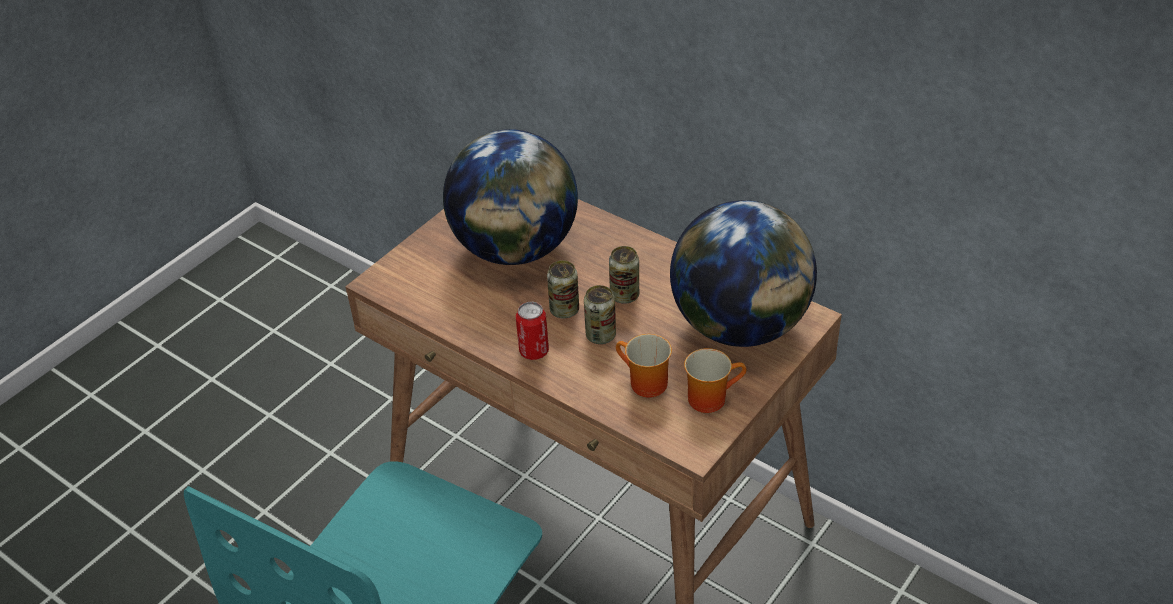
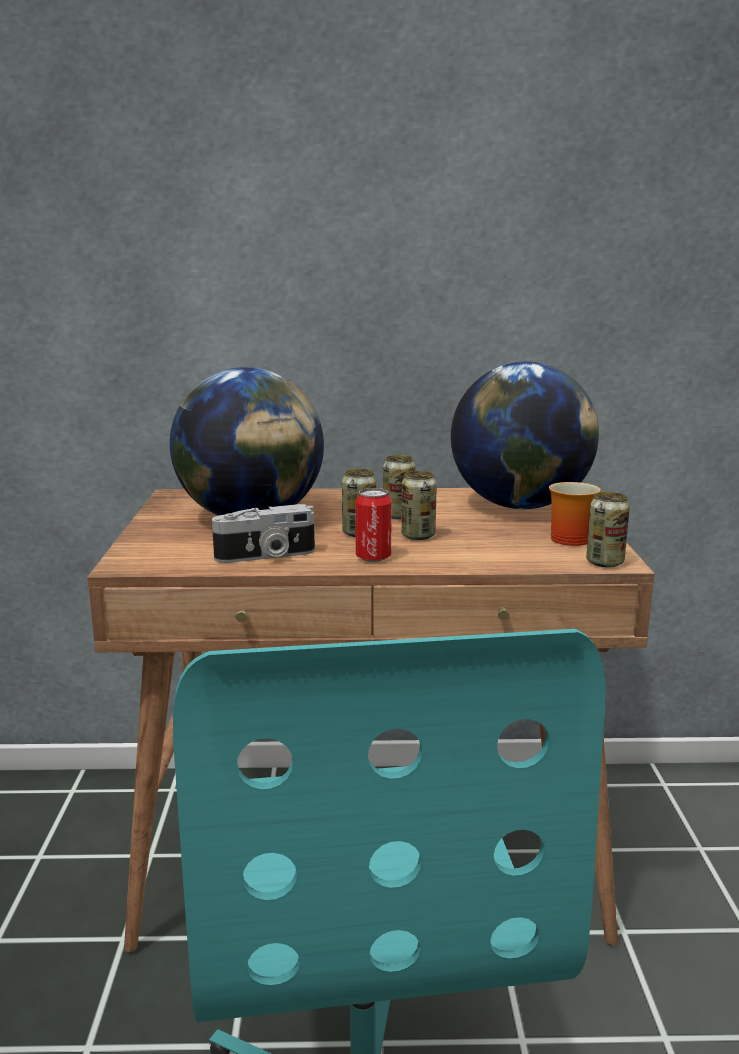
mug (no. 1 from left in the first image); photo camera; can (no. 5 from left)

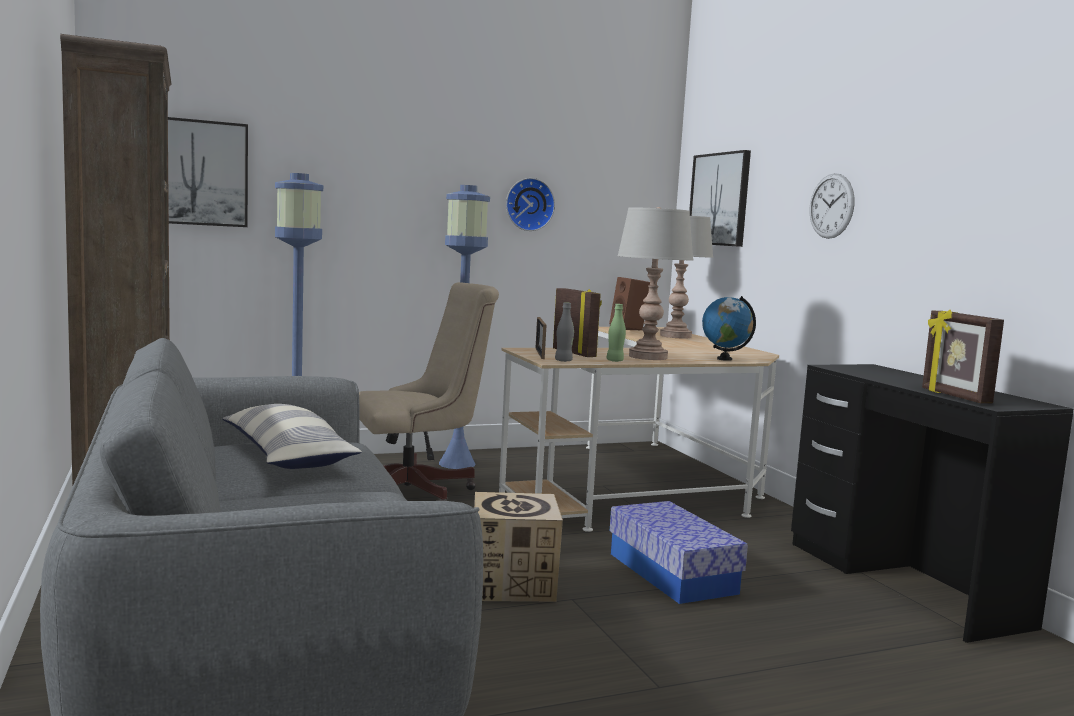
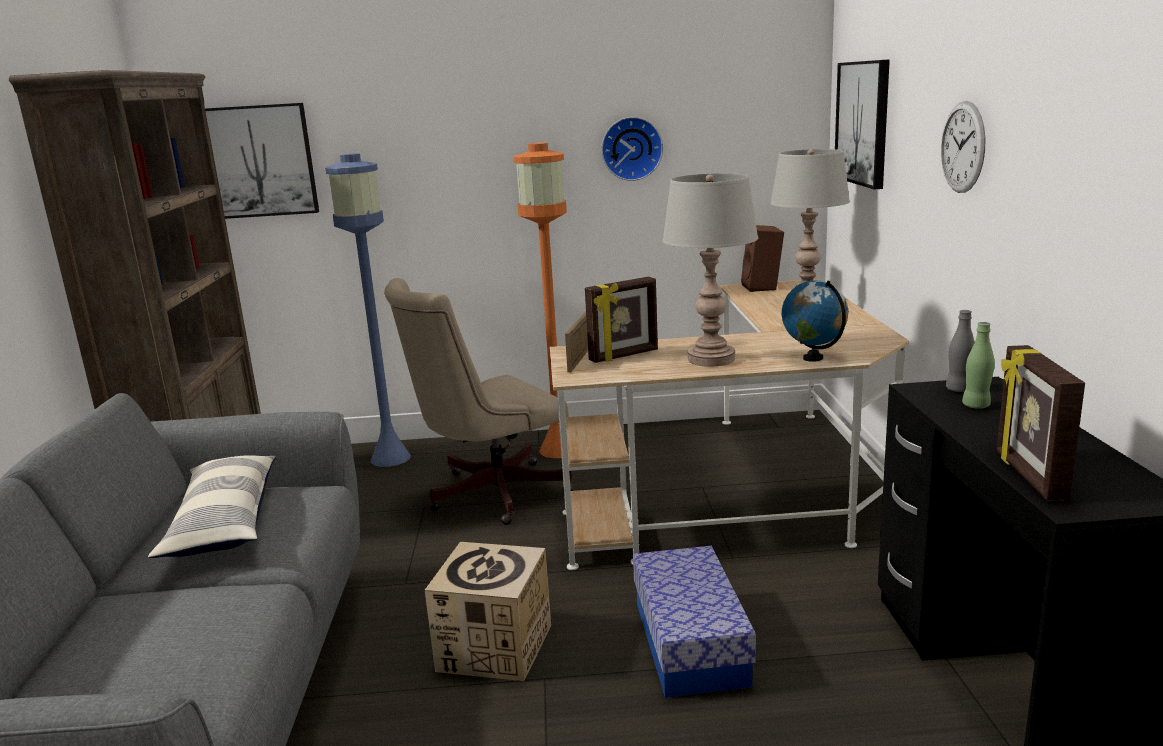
beige office chair; orange floor lamp; picture frame (no. 2 from left); grey bottle; green bottle

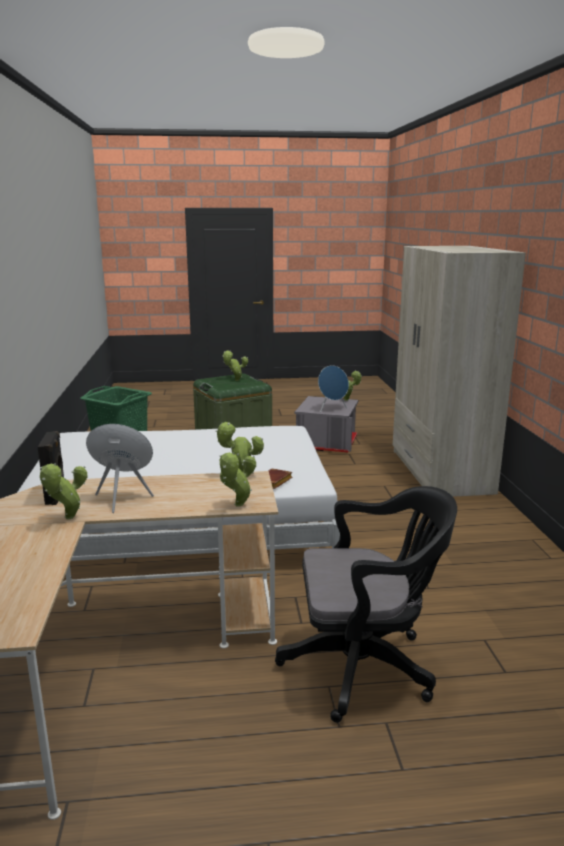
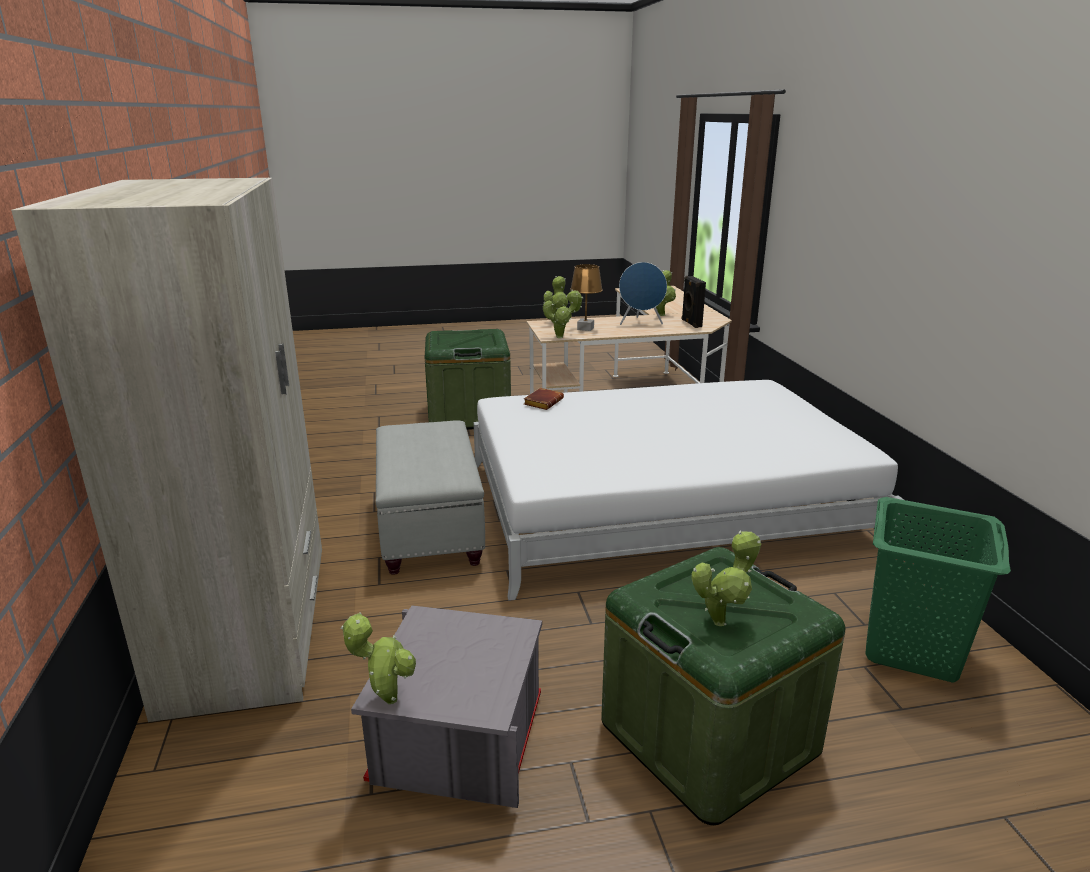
green storage box (no. 1 from left); blue speaker (no. 2 from left in the first image); grey ottoman; brown table lamp

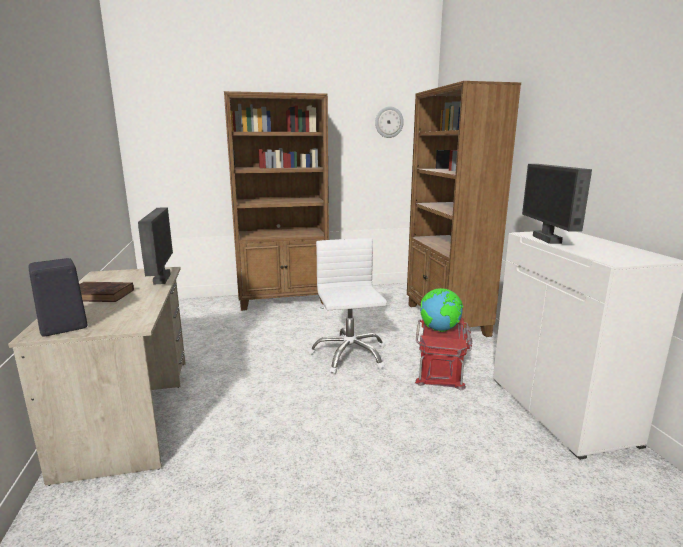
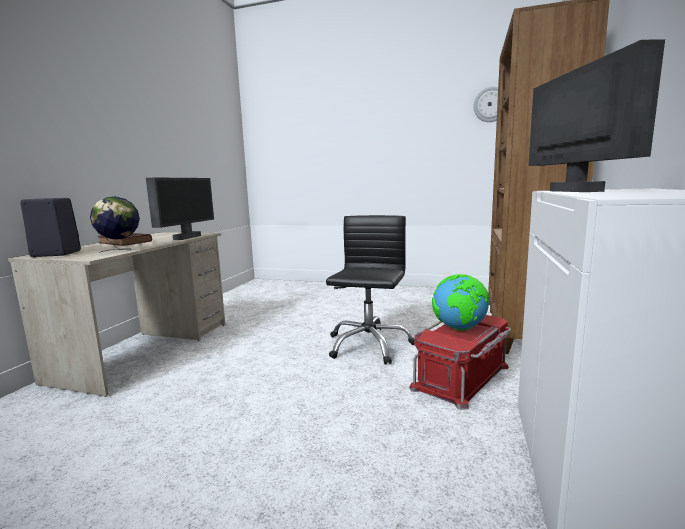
brown bookcase (no. 1 from left in the first image); black office chair; monitor (no. 2 from left); globe (no. 1 from left)

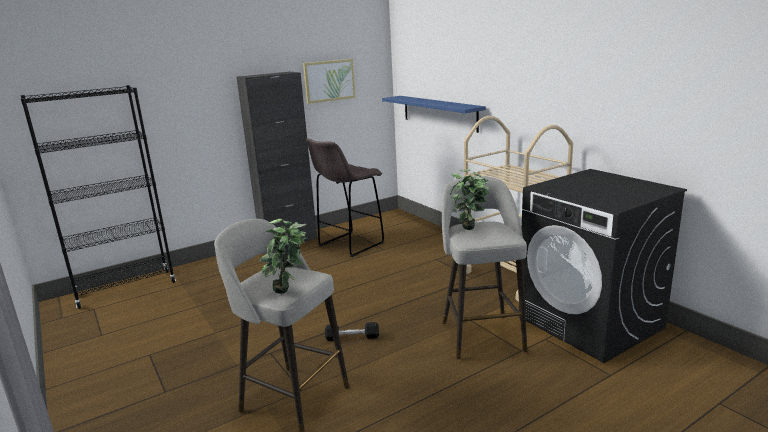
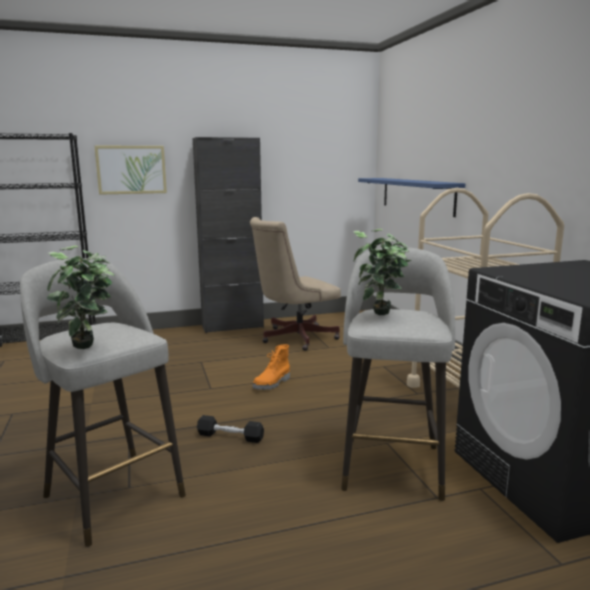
picture; beige office chair; orange boot

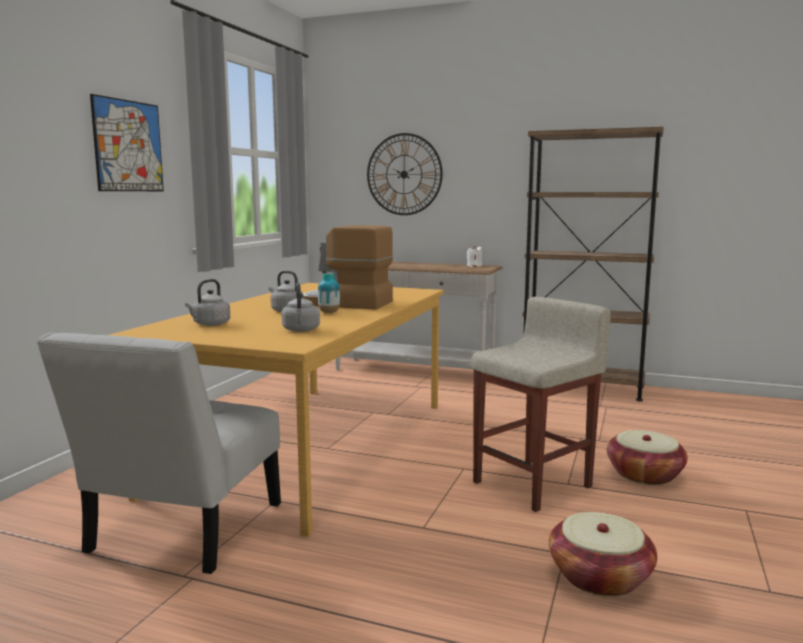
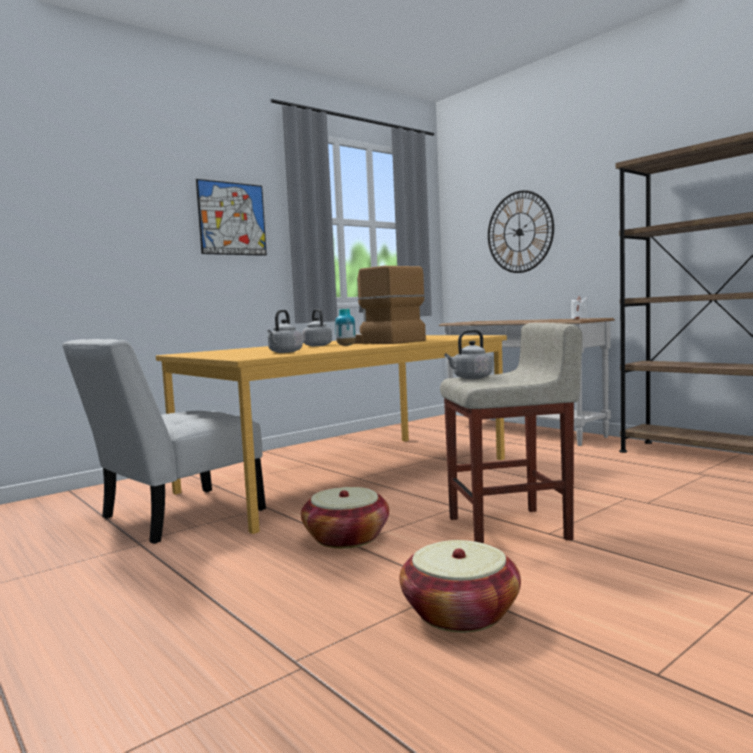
grey kettle (no. 3 from left); basket (no. 1 from left)

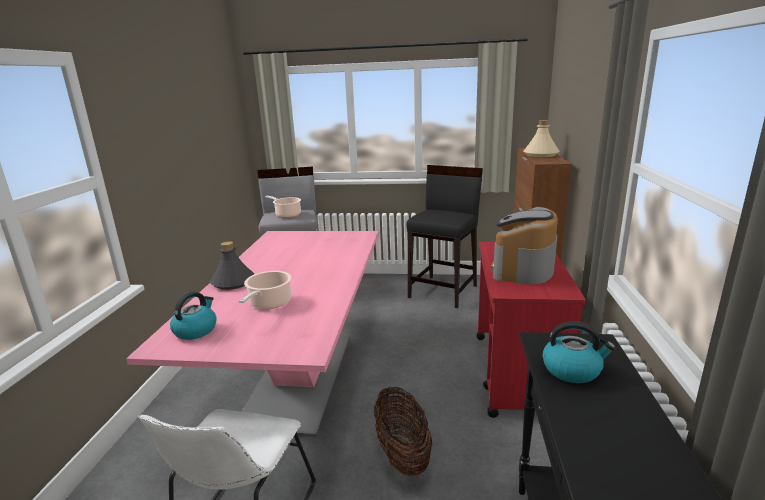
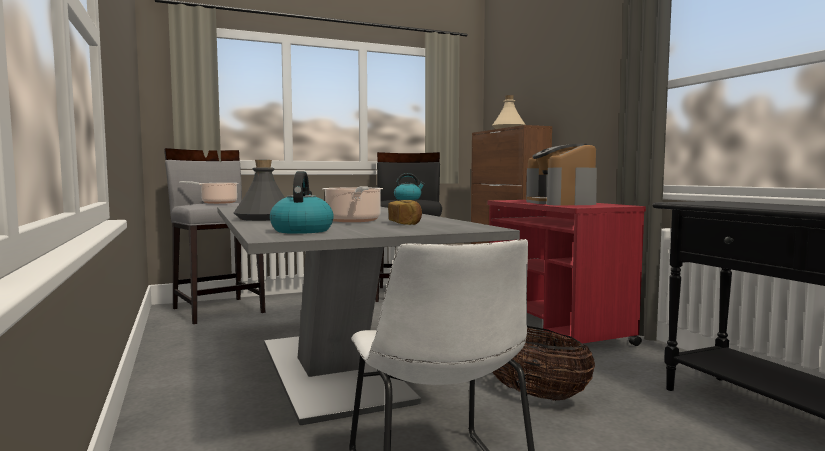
grey dining table; kettle (no. 2 from left); bread

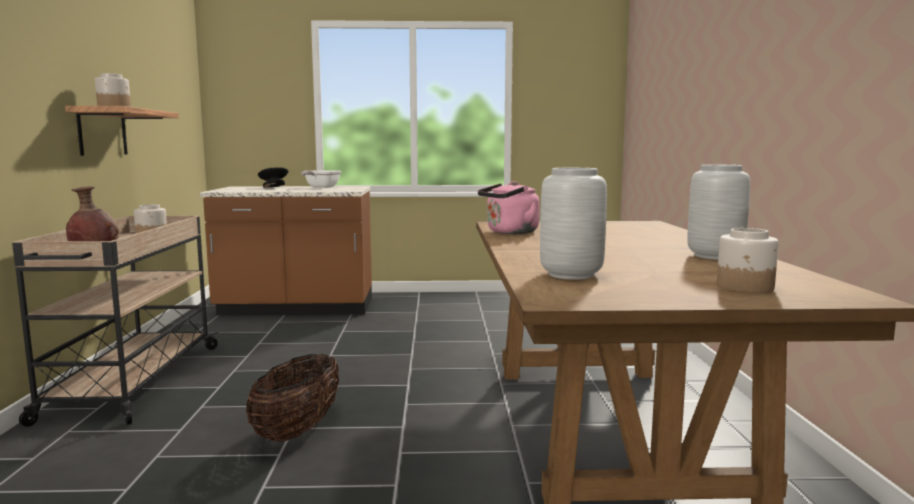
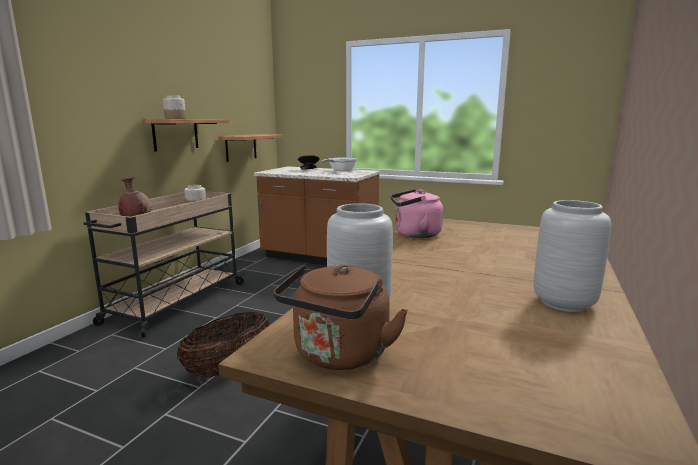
jar (no. 3 from left in the first image); shelf (no. 2 from left); brown kettle

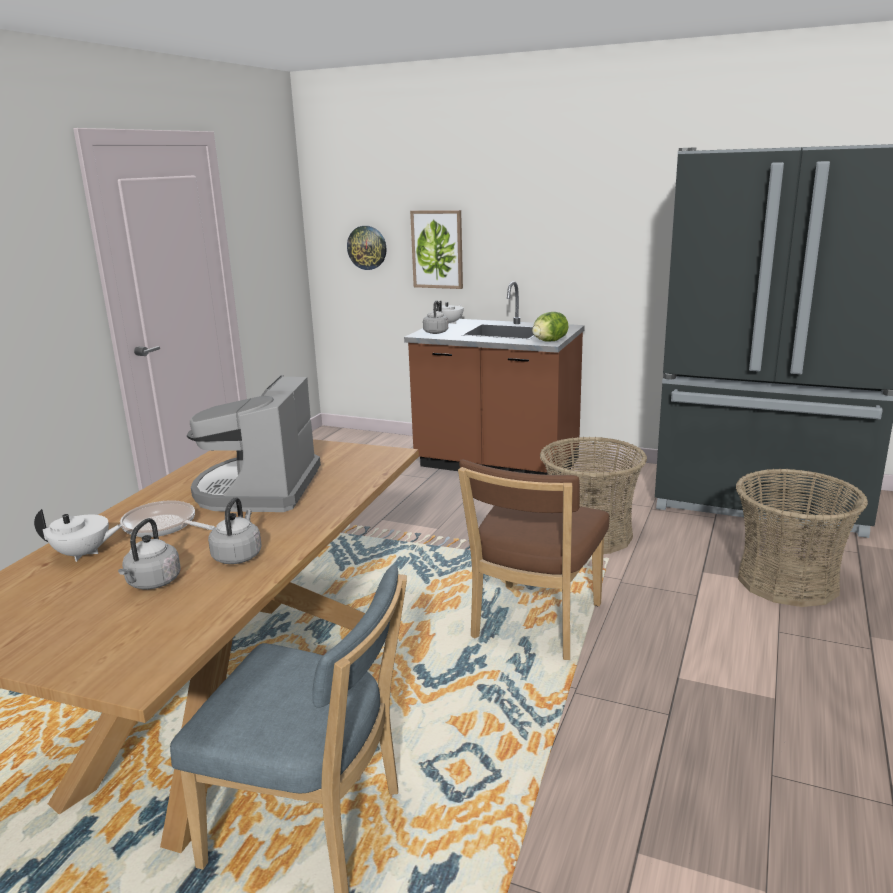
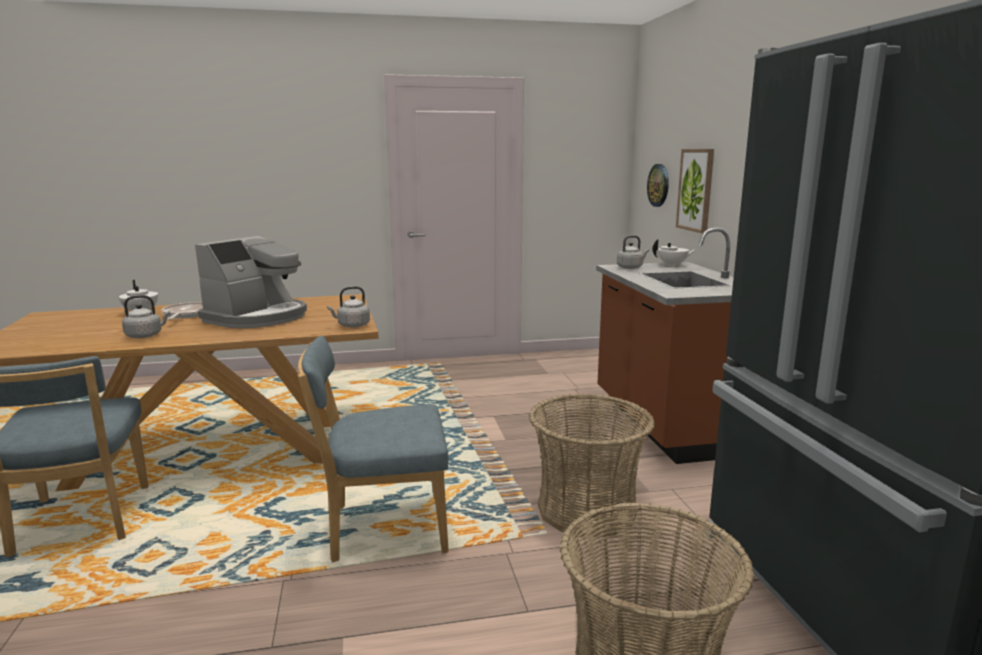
grey kettle (no. 2 from left); coffee machine; blue chair (no. 2 from left); lettuce

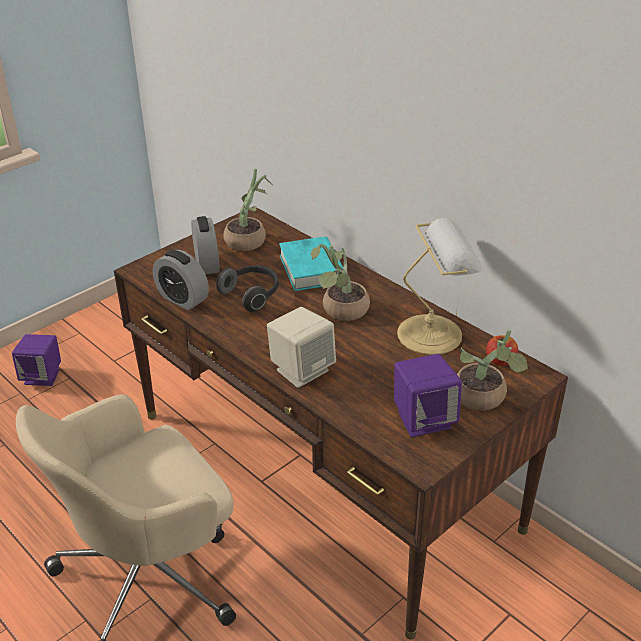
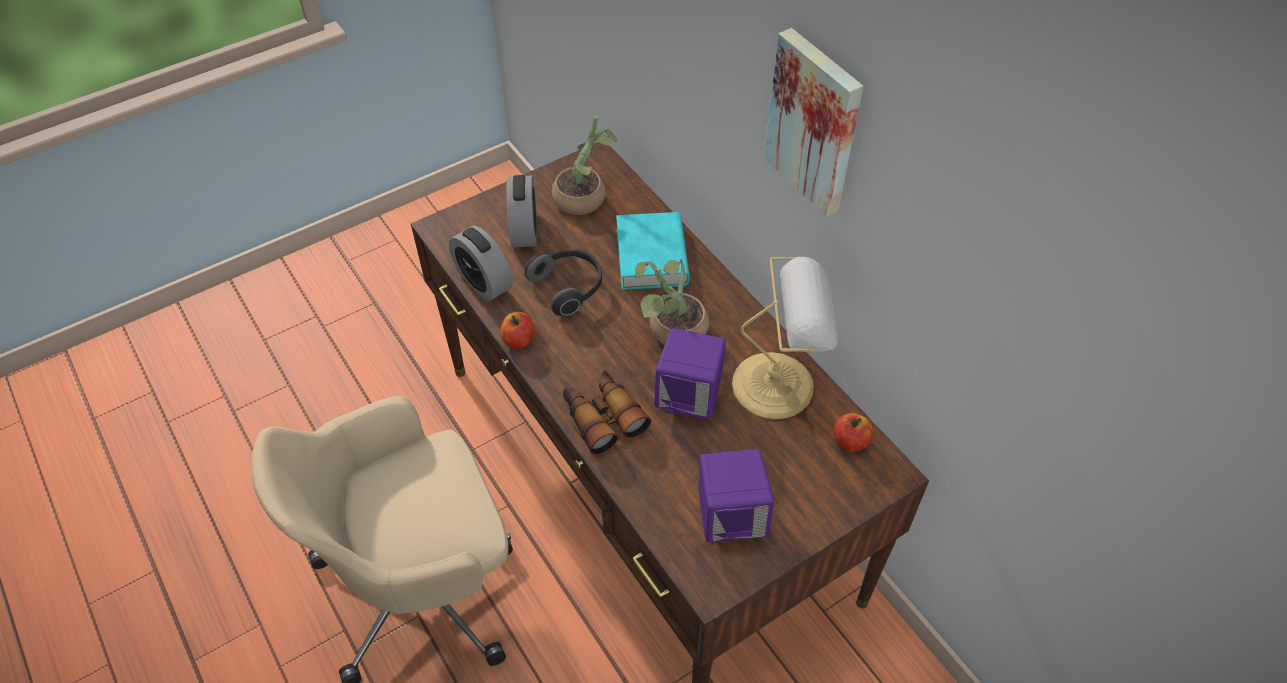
purple speaker (no. 1 from left); binoculars; potted plant (no. 3 from left in the first image); apple (no. 1 from left); picture

